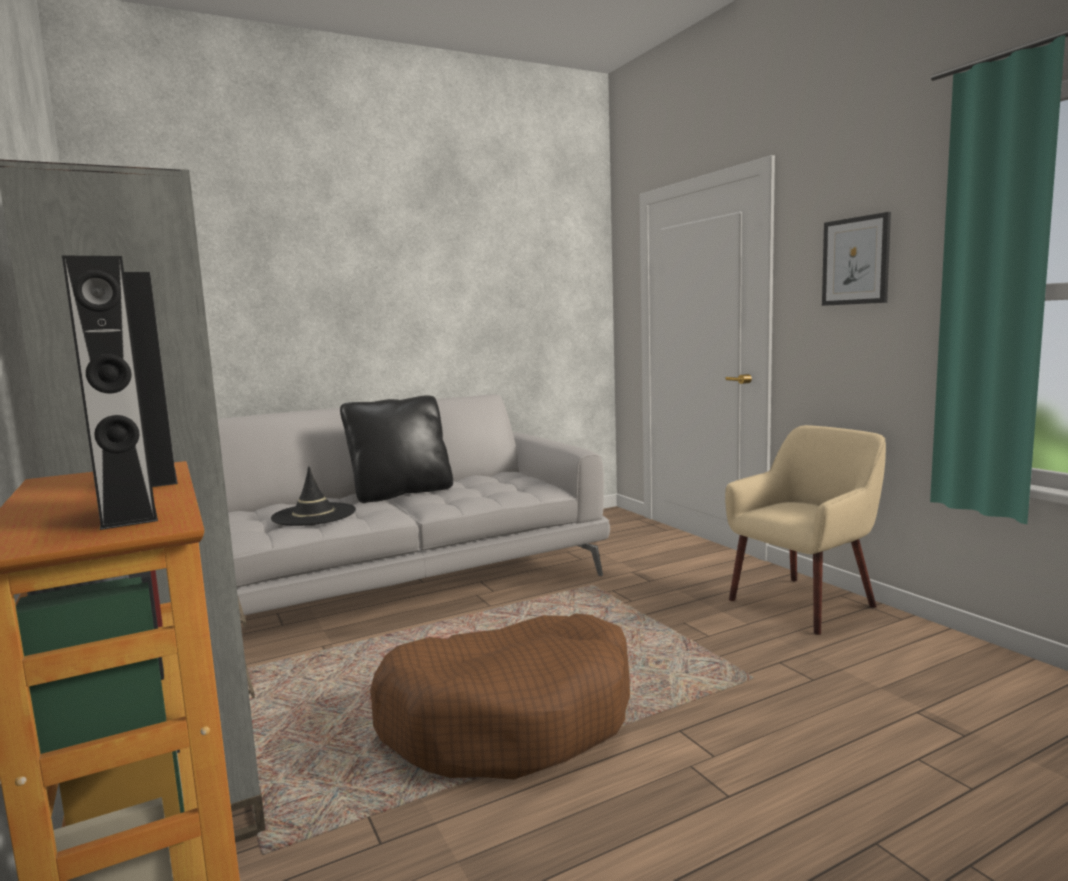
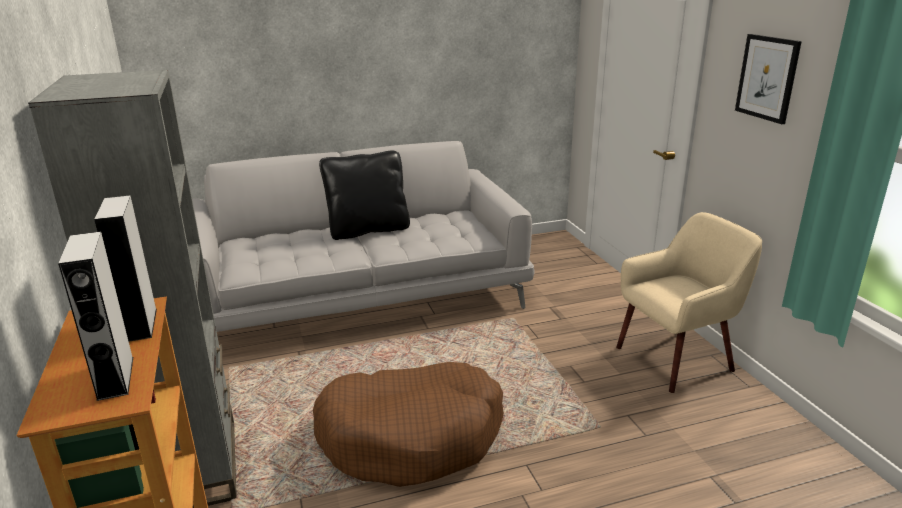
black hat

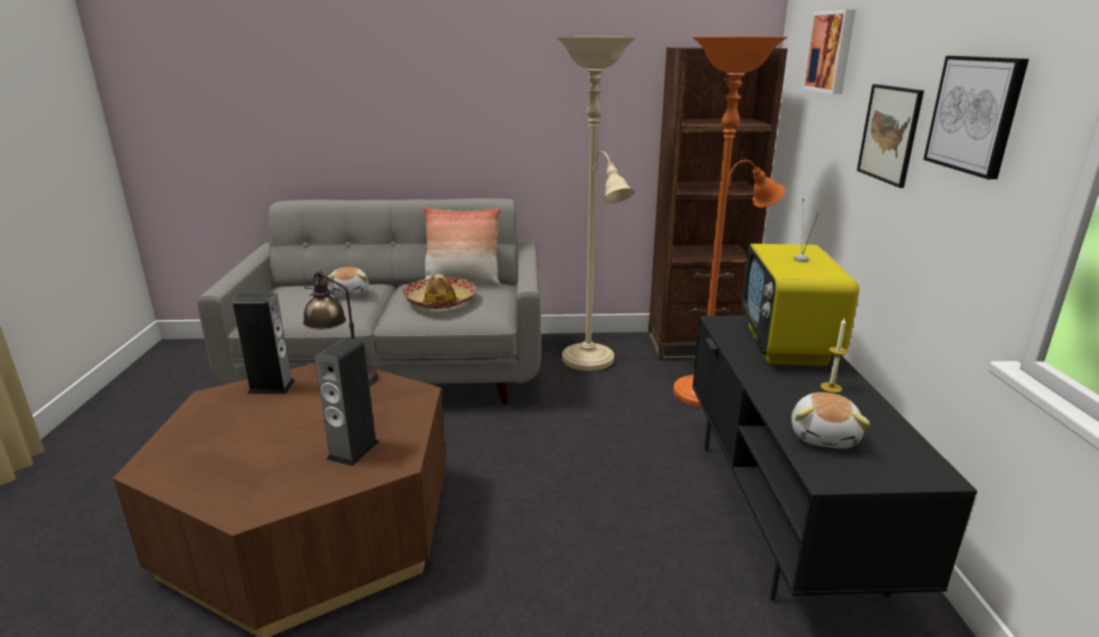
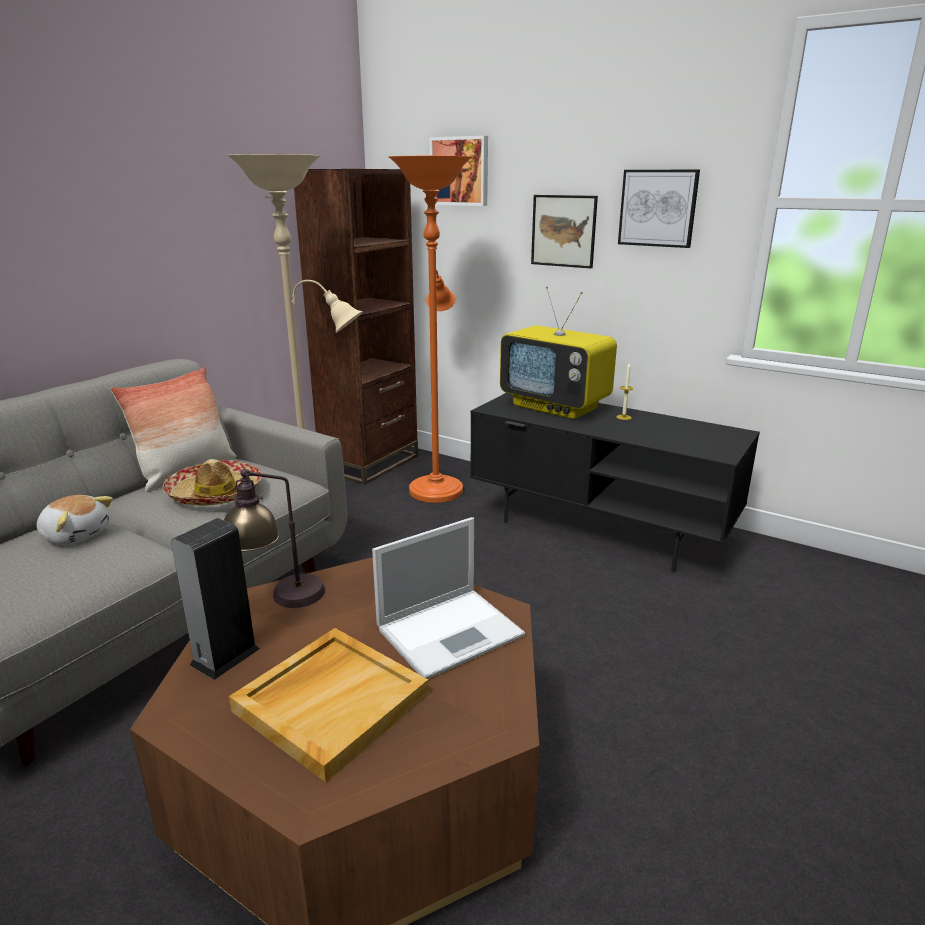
laptop; plush toy (no. 2 from left in the first image); beige tray

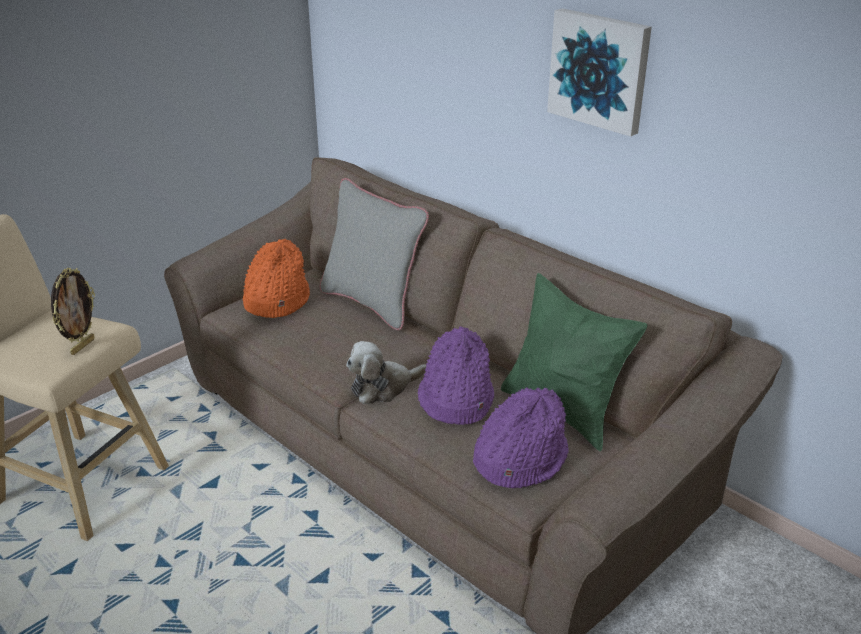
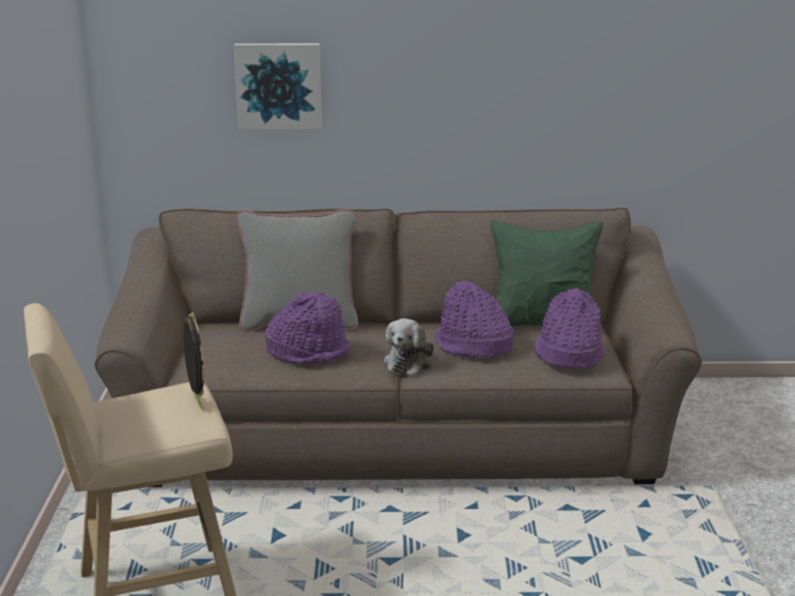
orange hat; picture; purple hat (no. 1 from left)

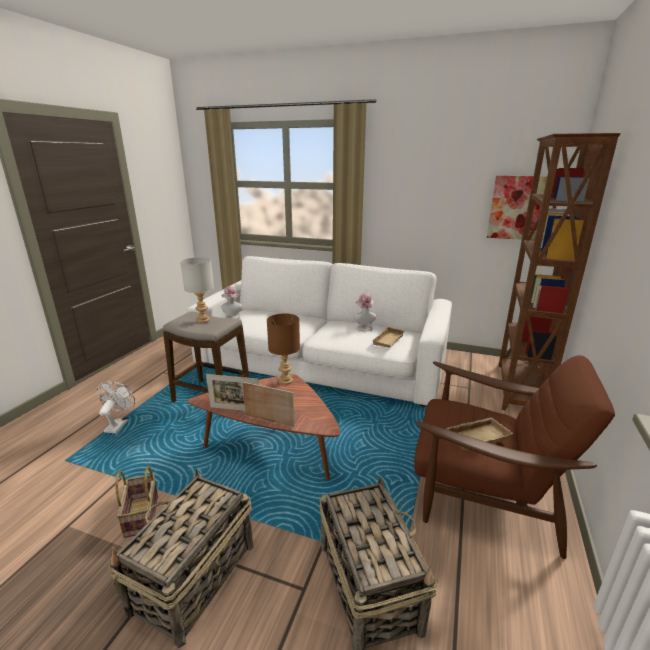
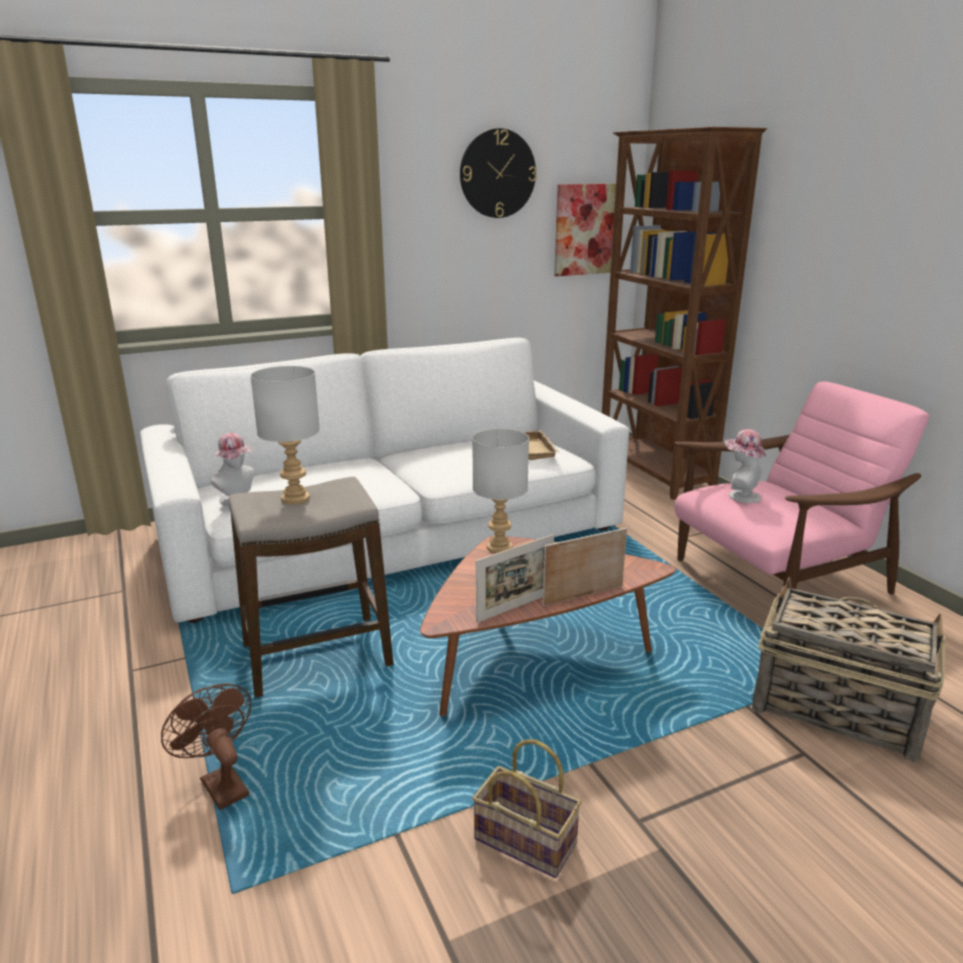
brown fan; basket (no. 2 from left in the first image); grey table lamp (no. 2 from left); hat (no. 2 from left); pink armchair; beige tray (no. 2 from left in the first image); wall clock

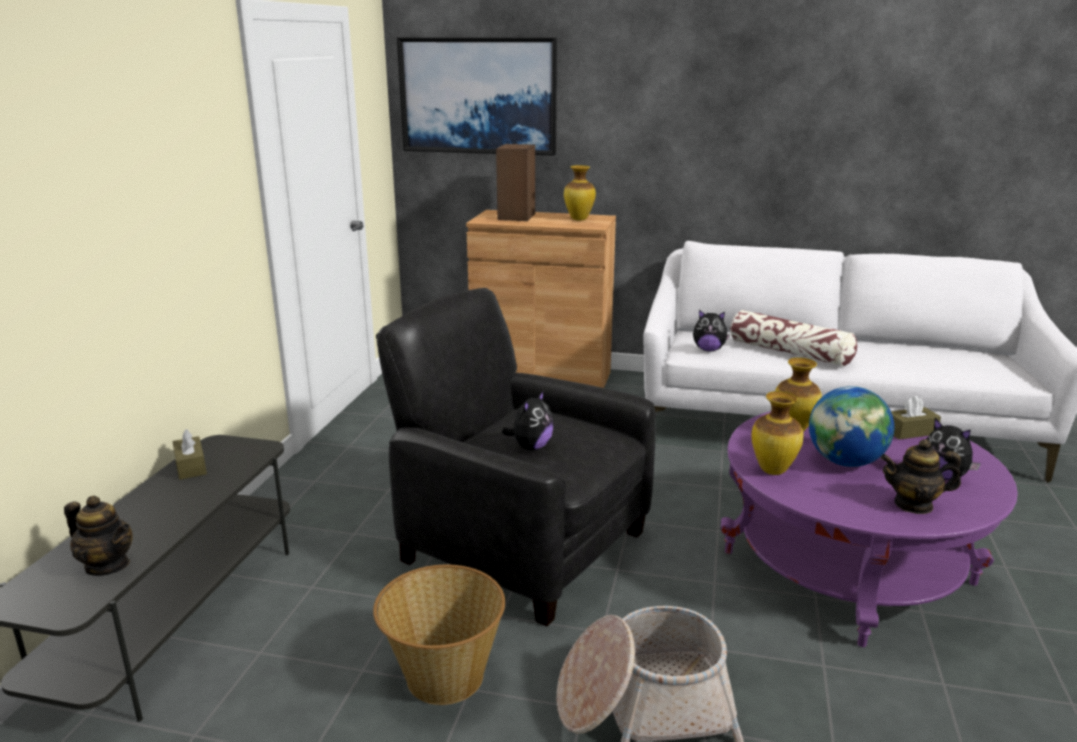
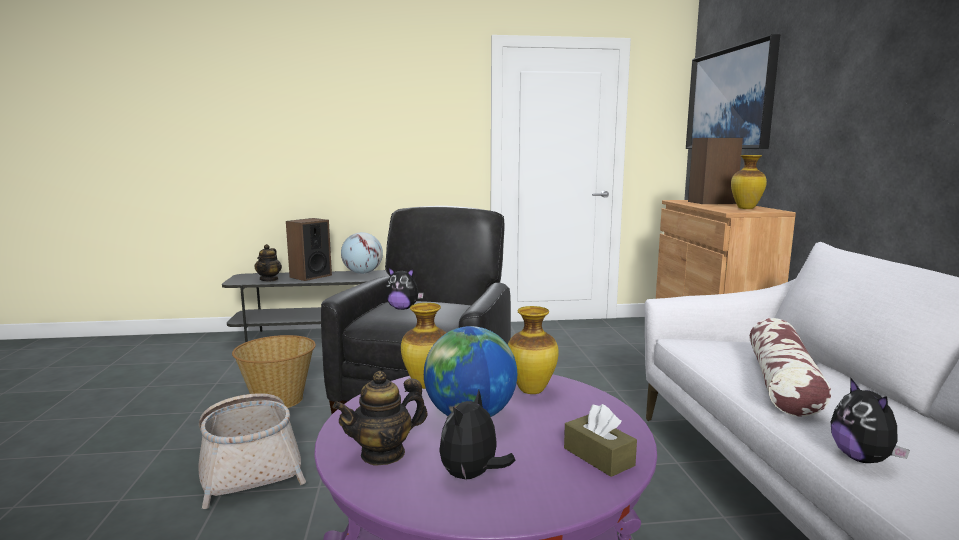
globe (no. 1 from left); plush toy (no. 3 from left); teapot (no. 2 from left); speaker (no. 1 from left)

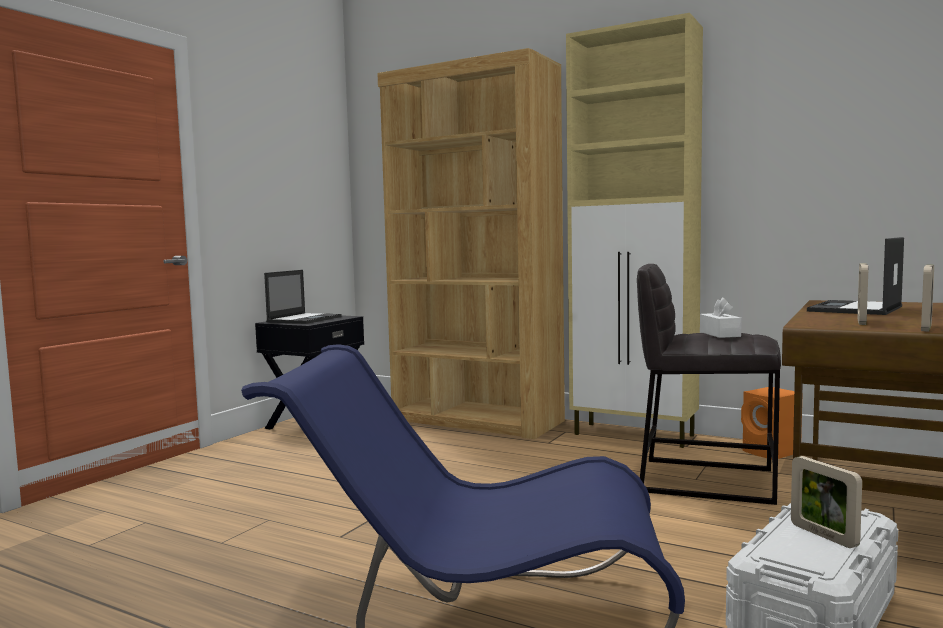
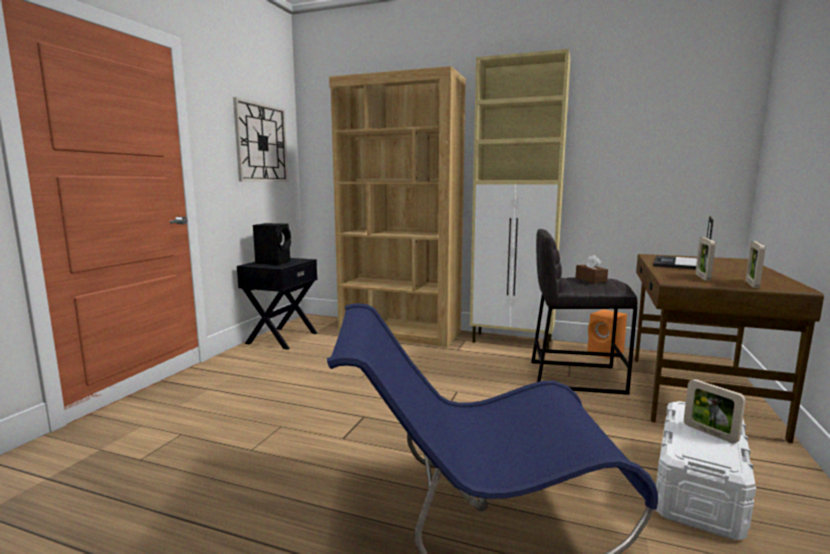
black speaker; brown tissue box; wall clock

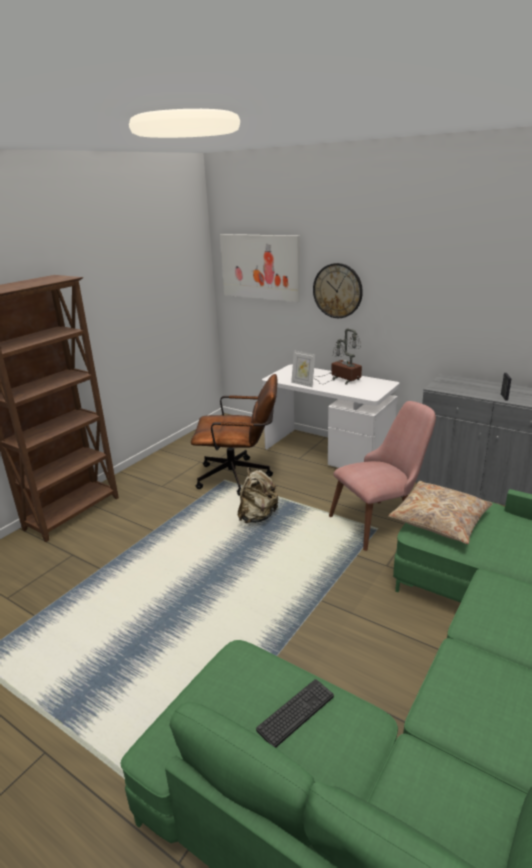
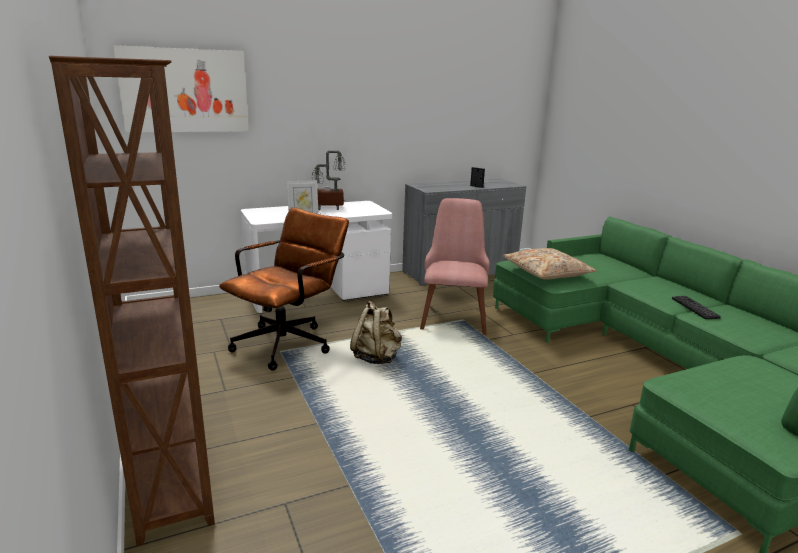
keyboard; wall clock

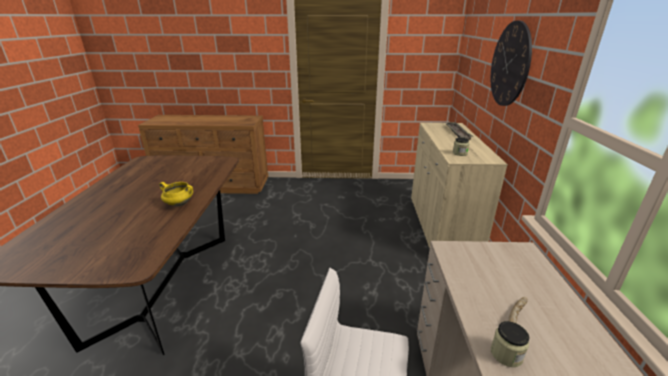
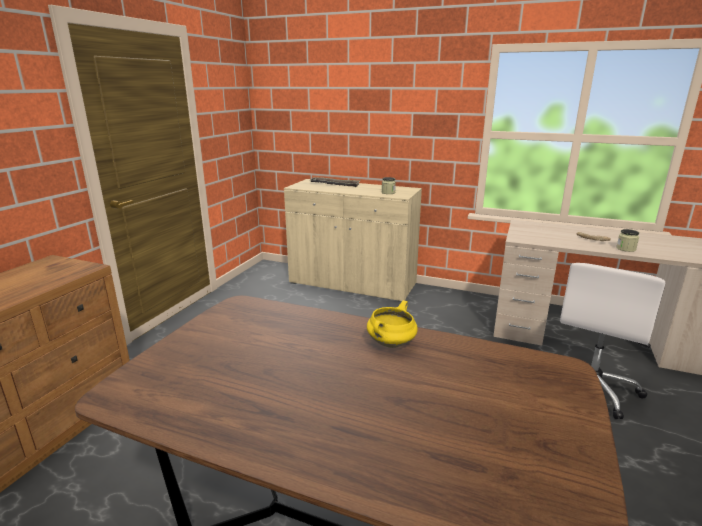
wall clock

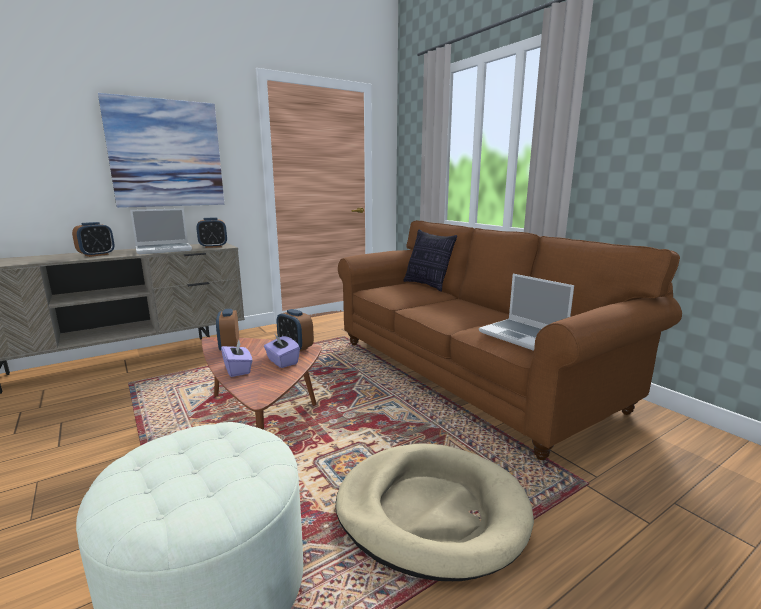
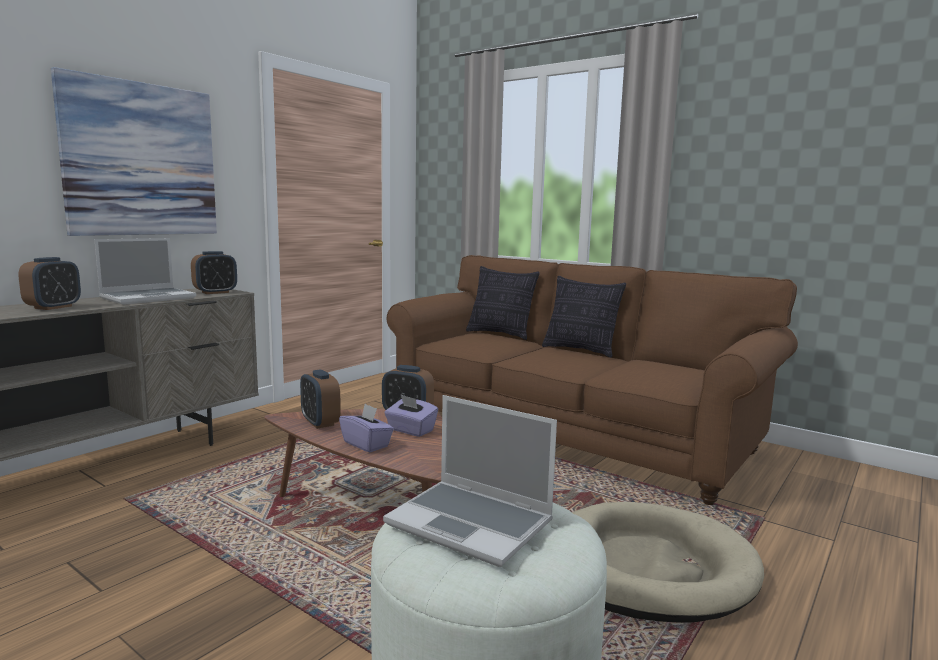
laptop (no. 2 from left); pillow (no. 2 from left)

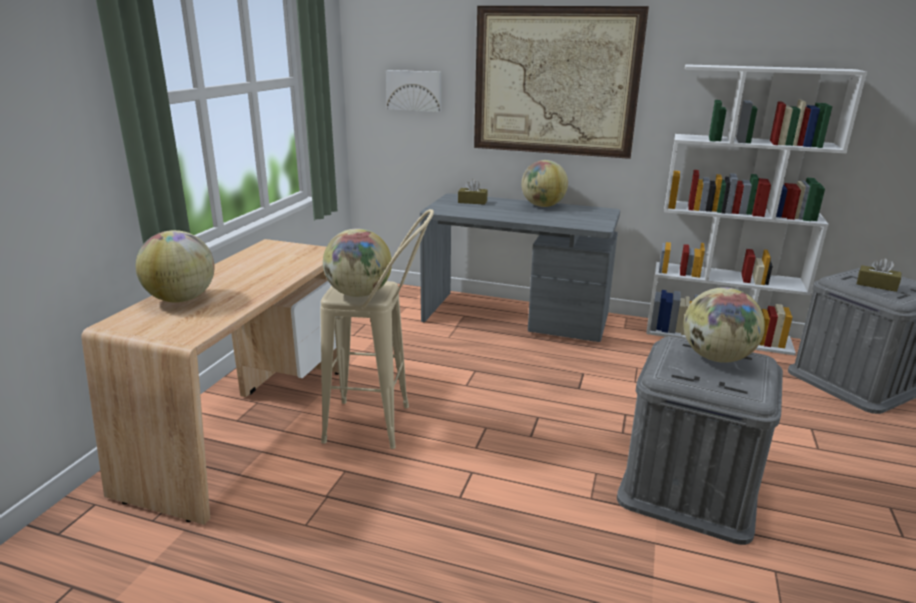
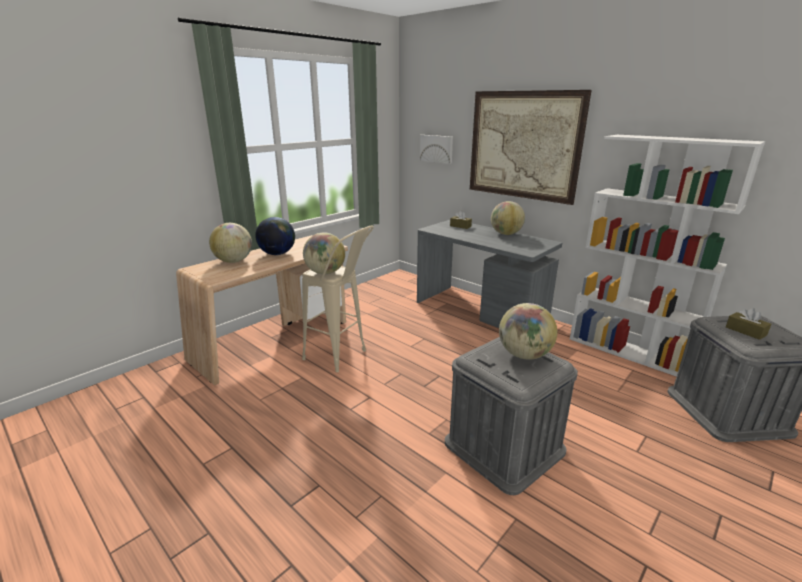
globe (no. 2 from left)

